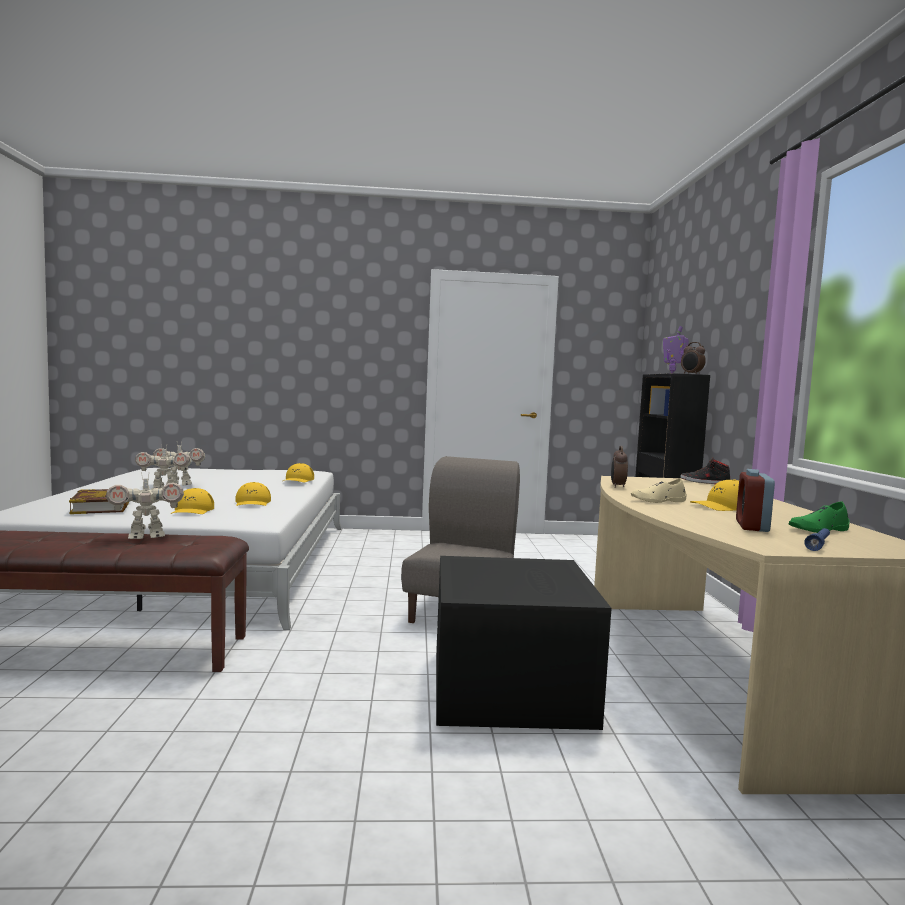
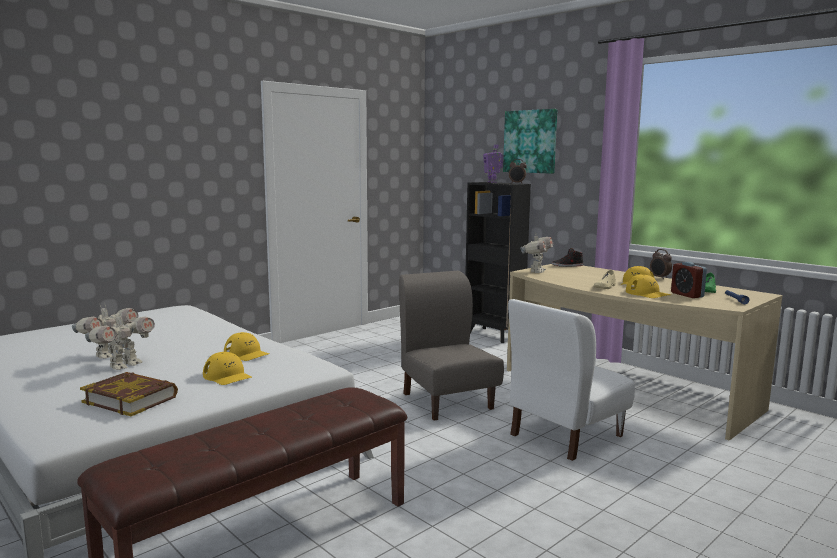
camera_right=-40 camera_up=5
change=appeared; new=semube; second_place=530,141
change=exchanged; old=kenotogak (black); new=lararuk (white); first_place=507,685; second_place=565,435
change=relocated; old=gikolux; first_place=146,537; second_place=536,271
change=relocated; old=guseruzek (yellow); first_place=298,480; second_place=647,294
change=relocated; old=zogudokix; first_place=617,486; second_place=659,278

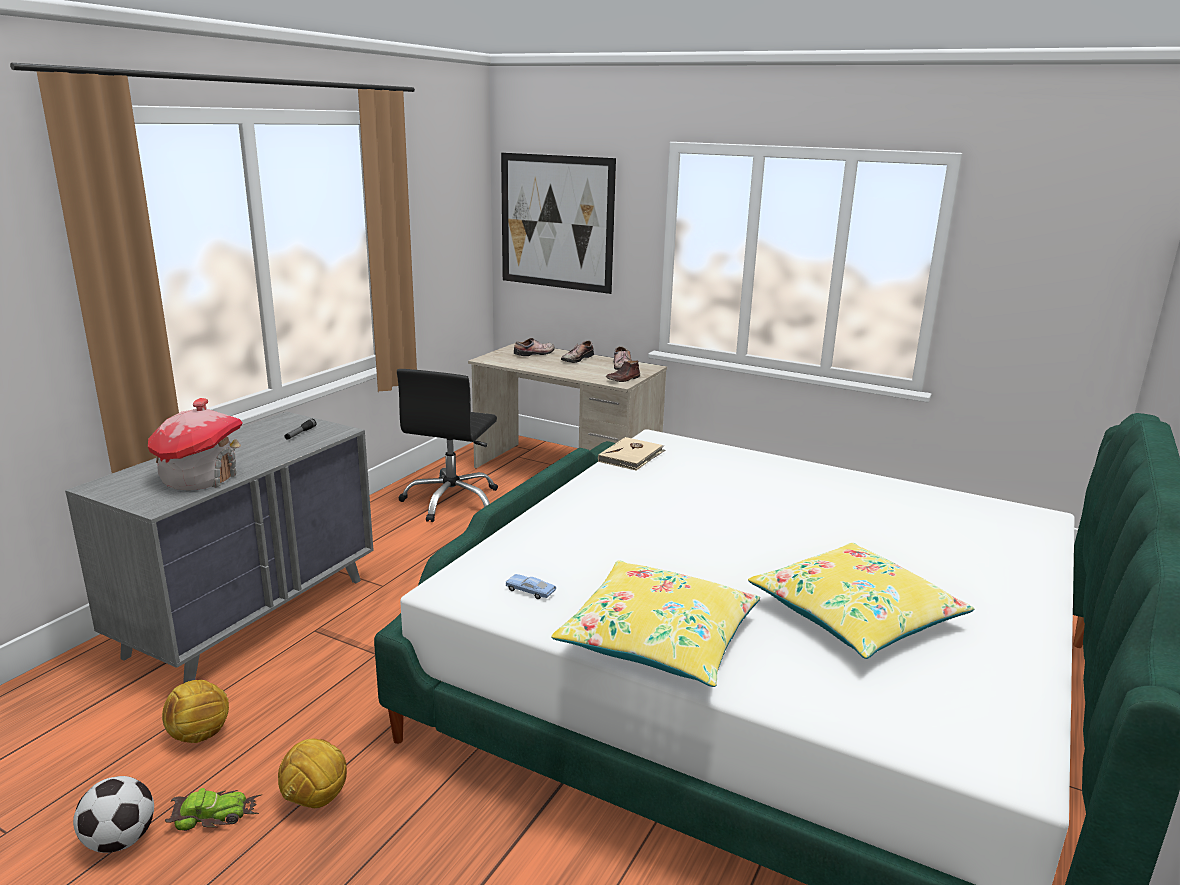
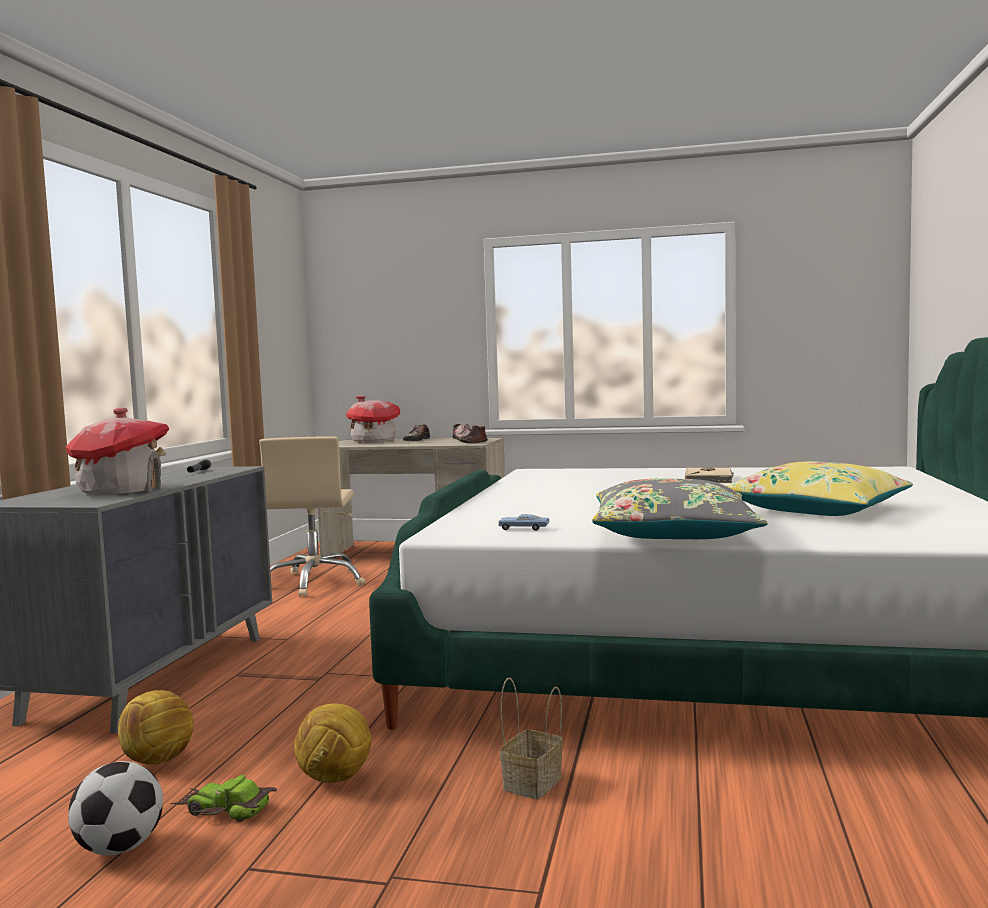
camera_right=-15 camera_up=-15
change=spun; old=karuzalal; first_place=215,814; second_place=224,809; degrees=-135
change=colour; old=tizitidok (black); new=tizitidok (beige); first_place=452,501; second_place=315,583
change=exchanged; old=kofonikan; new=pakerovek; first_place=535,354; second_place=373,441
change=appeared; new=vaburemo; second_place=532,784
change=colour; old=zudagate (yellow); new=zudagate (grey); first_place=659,639; second_place=673,532
change=relocated; old=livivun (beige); first_place=632,456; second_place=709,479
change=missing; old=semube; first_place=556,222

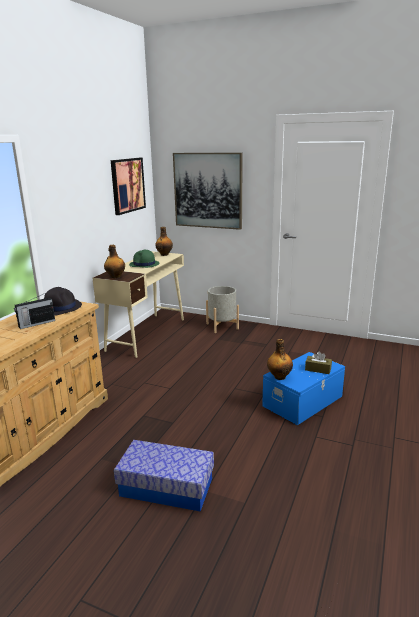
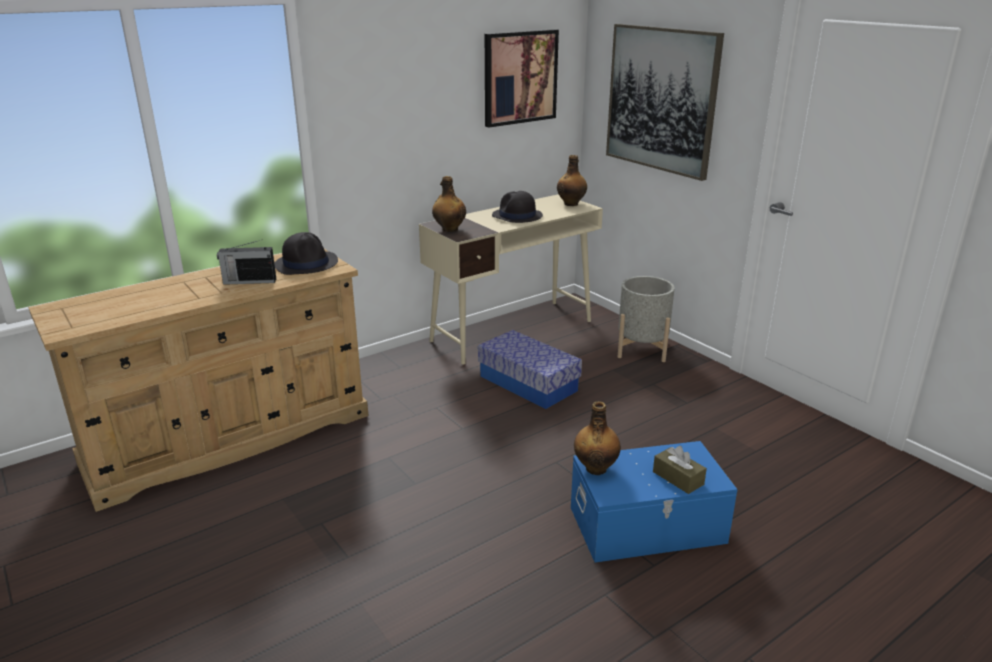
camera_right=30 camera_up=5
change=relocated; old=kenotogak; first_place=166,487; second_place=528,383
change=colour; old=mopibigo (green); new=mopibigo (black); first_place=144,264; second_place=517,216

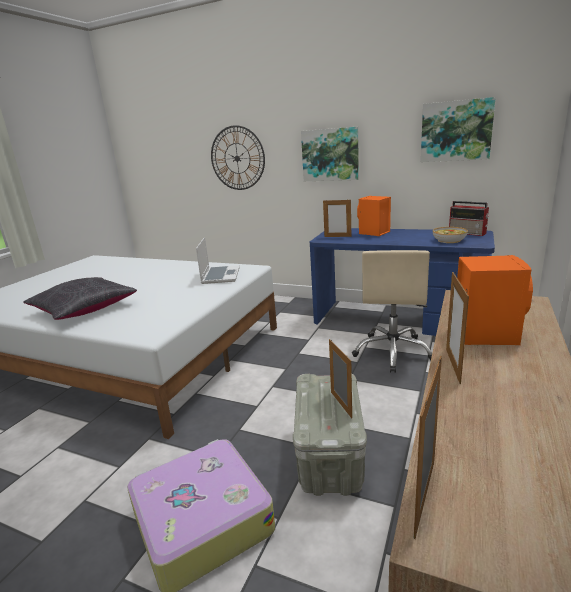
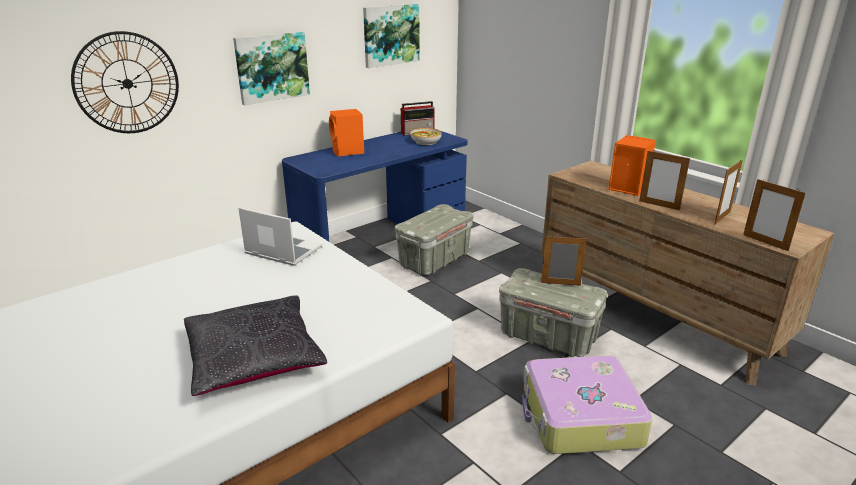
camera_right=-65 camera_up=5
change=exchanged; old=tizitidok (beige); new=kenotogak (grey); first_place=393,352; second_place=434,260
change=relocated; old=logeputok; first_place=337,236; second_place=722,218

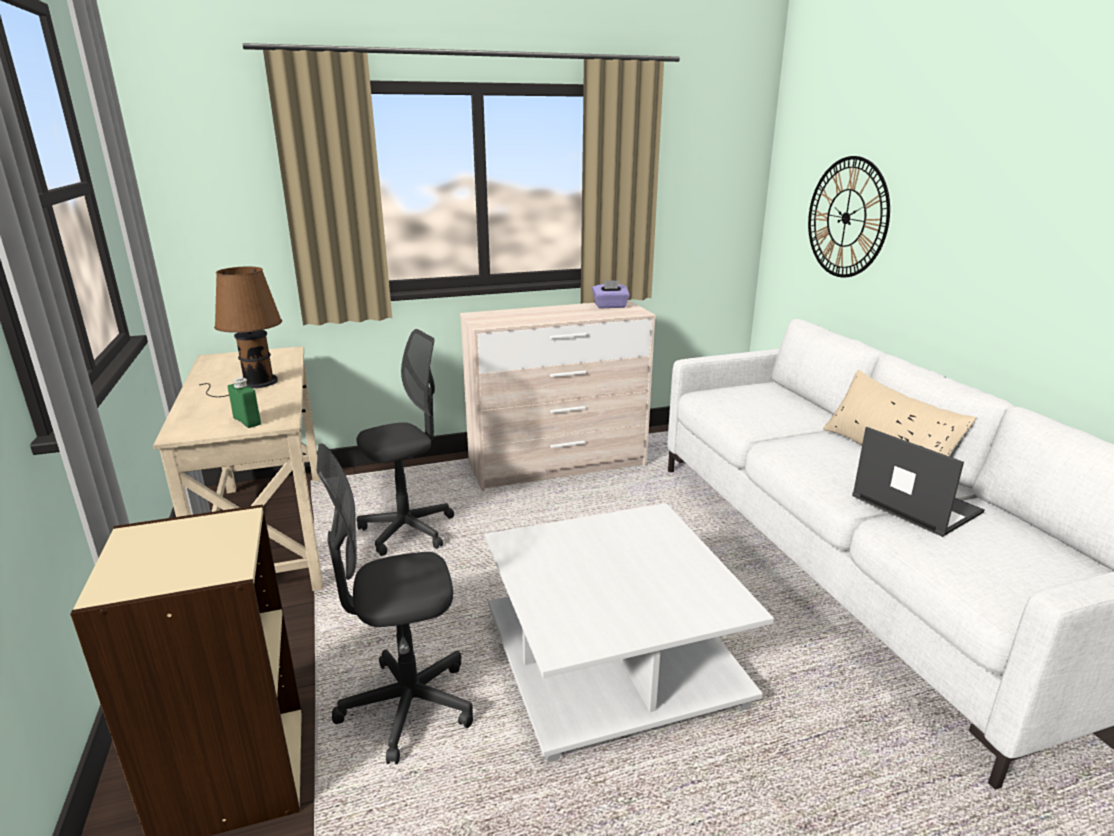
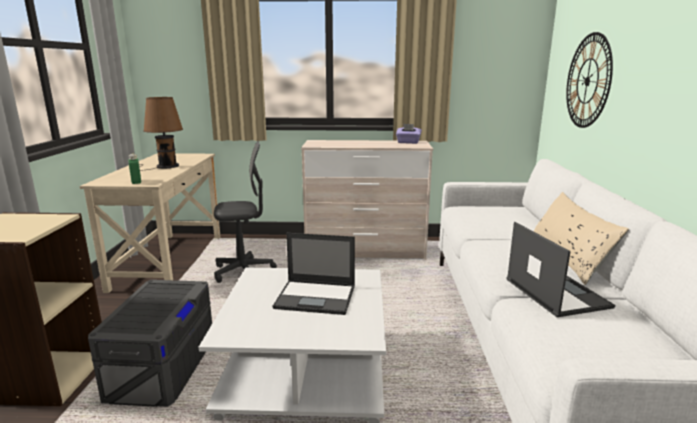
camera_right=20 camera_up=-5
change=exchanged; old=tizitidok (grey); new=kenotogak (grey); first_place=407,707; second_place=163,366
change=appeared; new=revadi; second_place=316,297

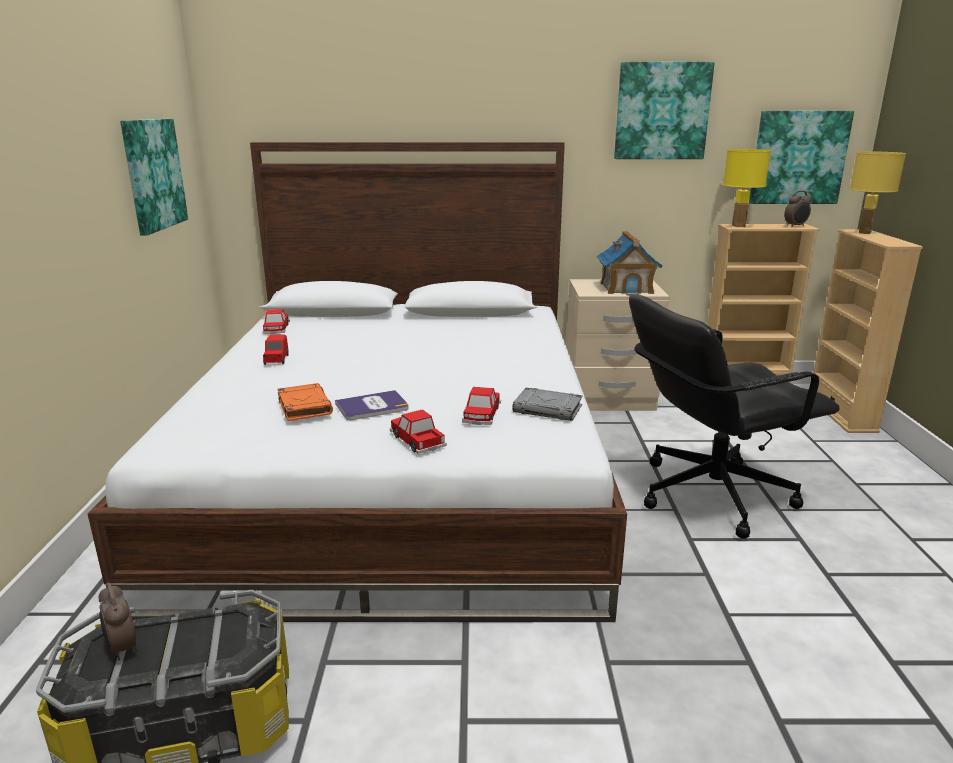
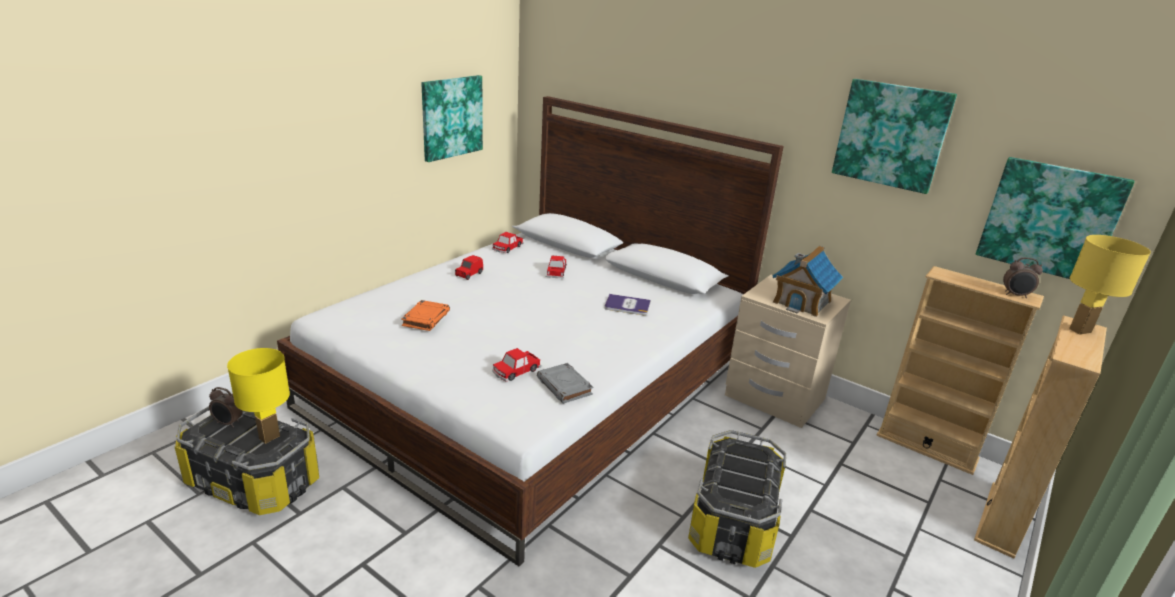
camera_right=35 camera_up=5
change=spun; old=zogudokix; first_place=122,648; second_place=228,423; degrees=-75
change=relocated; old=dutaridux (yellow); first_place=739,226; second_place=269,437
change=relocated; old=karuzalal; first_place=417,440; second_place=556,272
change=relocated; old=livivun; first_place=372,406; second_place=627,305
change=exchanged; old=tizitidok (black); new=kenotogak; first_place=710,494; second_place=732,521

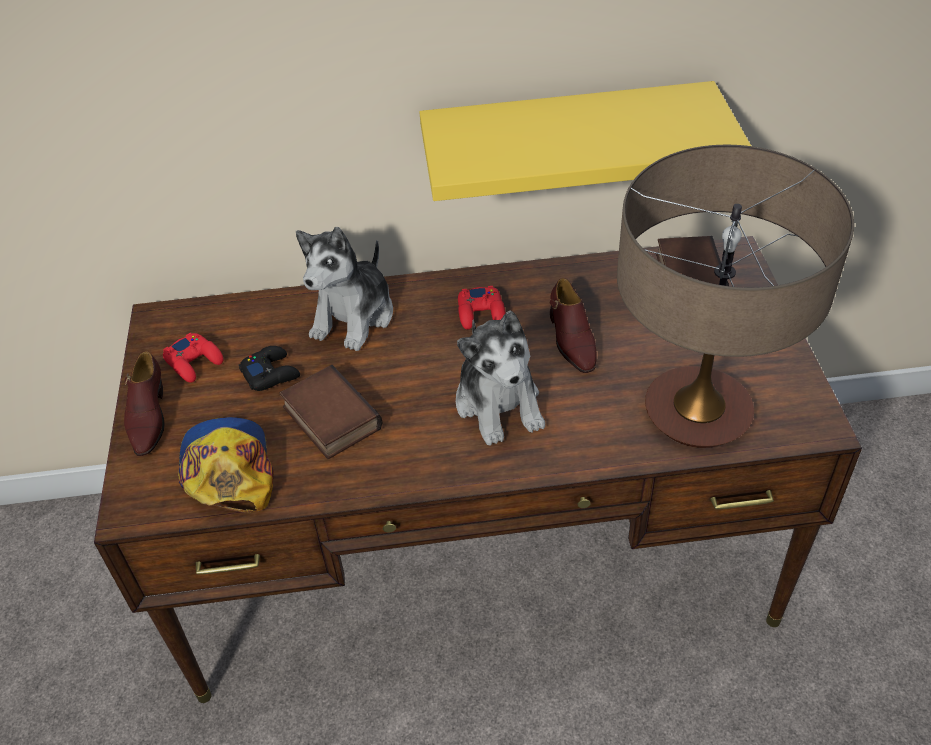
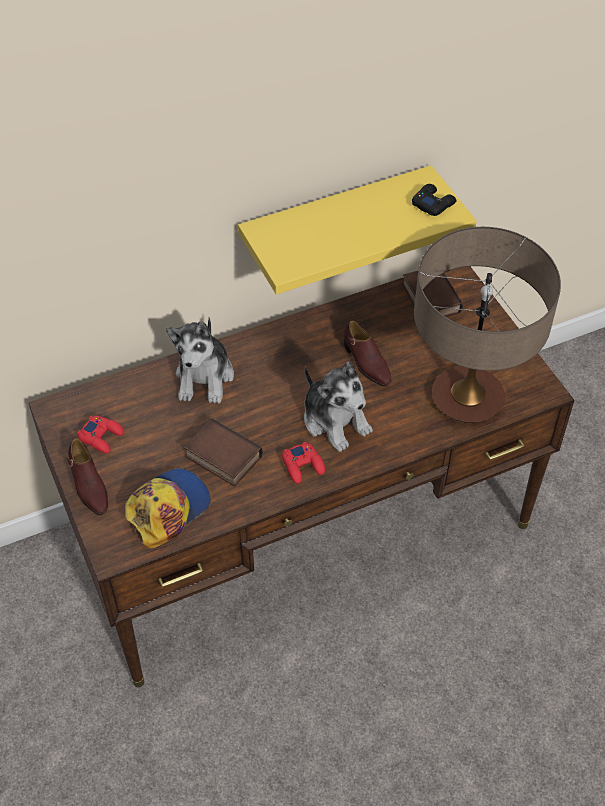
camera_right=-20 camera_up=5
change=spun; old=guseruzek; first_place=228,469; second_place=167,509; degrees=75
change=relocated; old=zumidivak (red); first_place=481,313; second_place=303,466
change=relocated; old=zumidivak (black); first_place=271,373; second_place=433,204

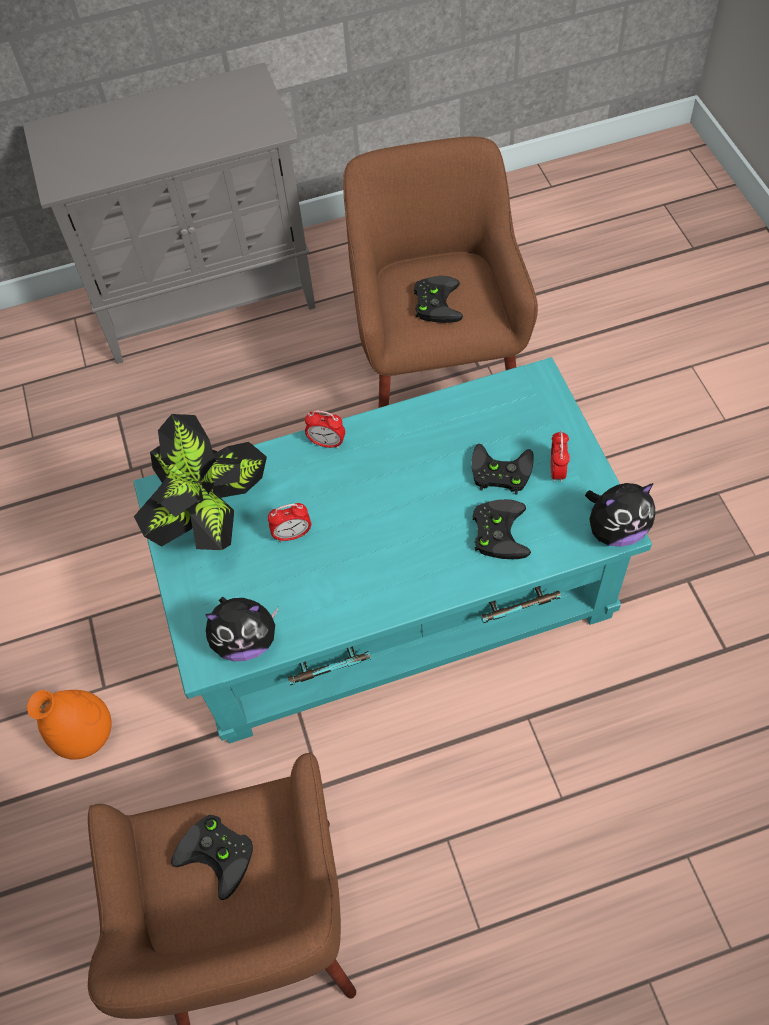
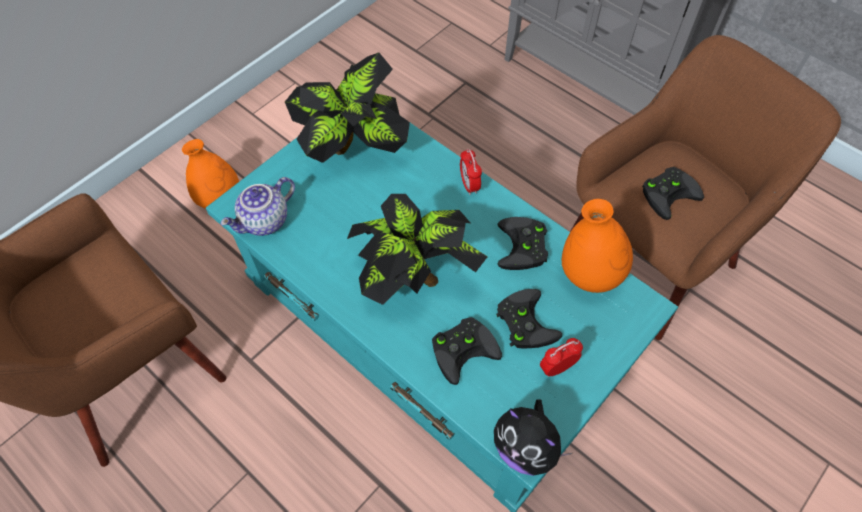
camera_right=55 camera_up=0
change=exchanged; old=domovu; new=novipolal; first_place=246,641; second_place=265,222
change=appeared; new=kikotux; second_place=414,279
change=relocated; old=zumidivak (black); first_place=220,854; second_place=524,248
change=appeared; new=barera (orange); second_place=589,275
change=missing; old=zogudokix; first_place=292,535

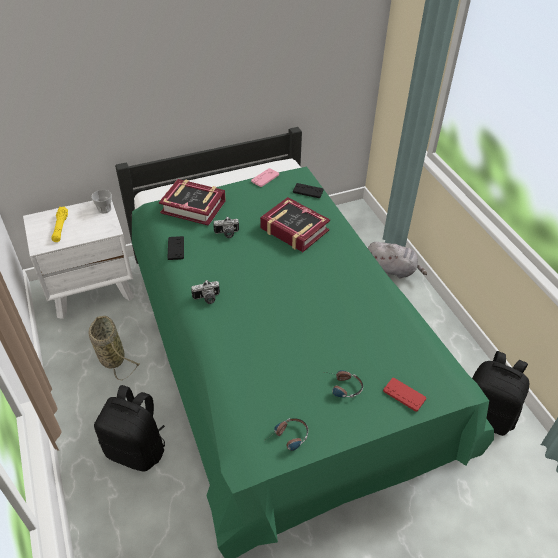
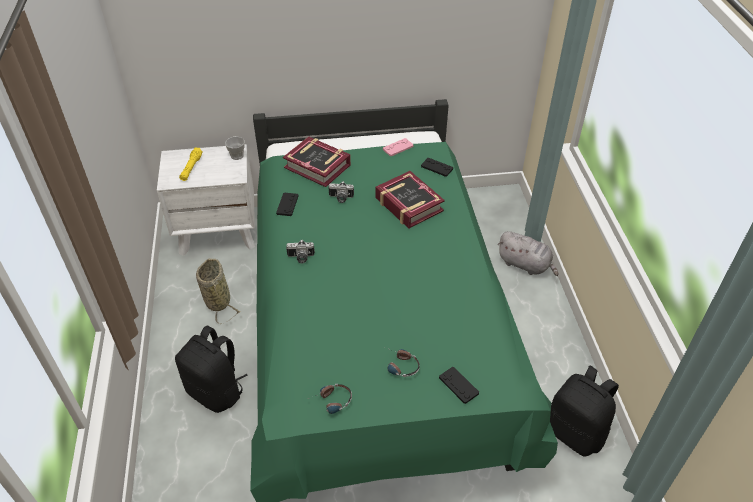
camera_right=15 camera_up=0
change=colour; old=zumidivak (red); new=zumidivak (black); first_place=404,395; second_place=458,385

